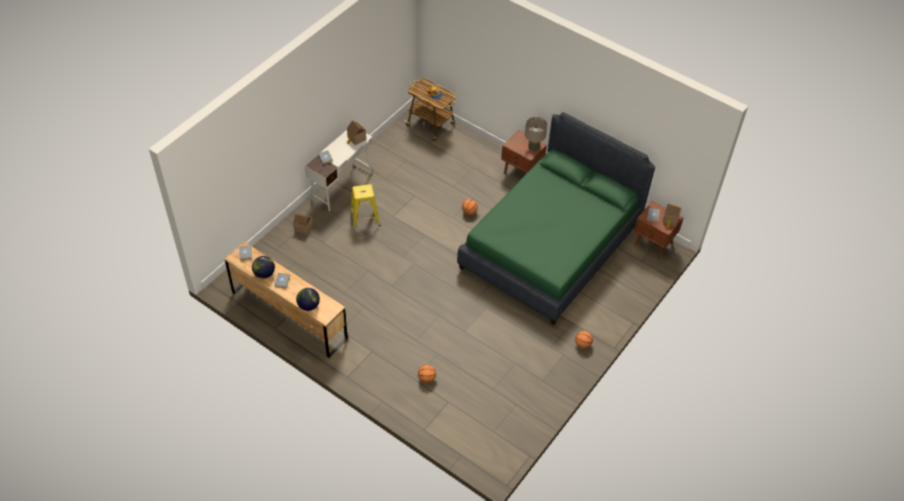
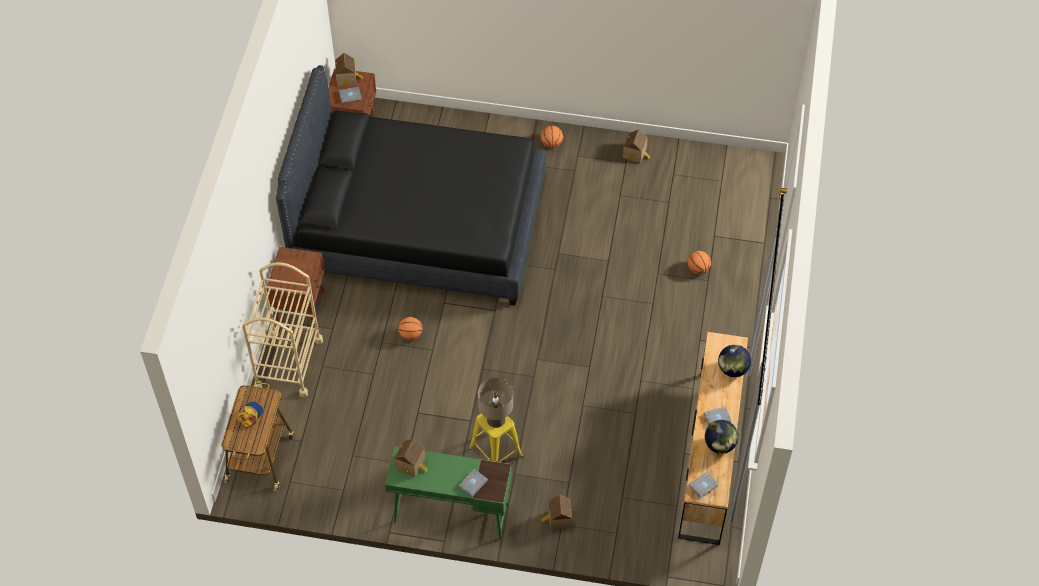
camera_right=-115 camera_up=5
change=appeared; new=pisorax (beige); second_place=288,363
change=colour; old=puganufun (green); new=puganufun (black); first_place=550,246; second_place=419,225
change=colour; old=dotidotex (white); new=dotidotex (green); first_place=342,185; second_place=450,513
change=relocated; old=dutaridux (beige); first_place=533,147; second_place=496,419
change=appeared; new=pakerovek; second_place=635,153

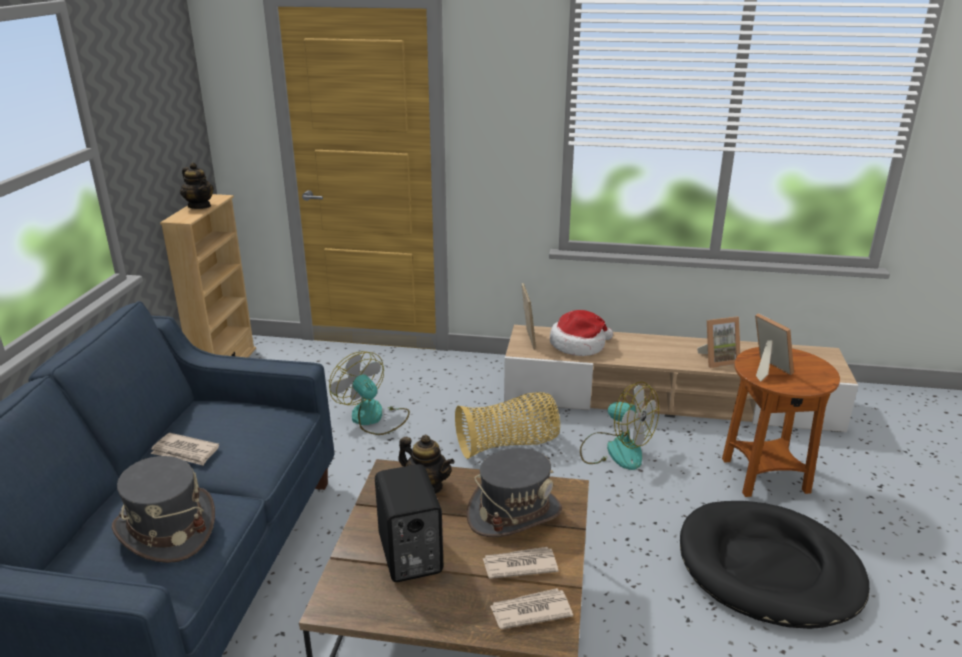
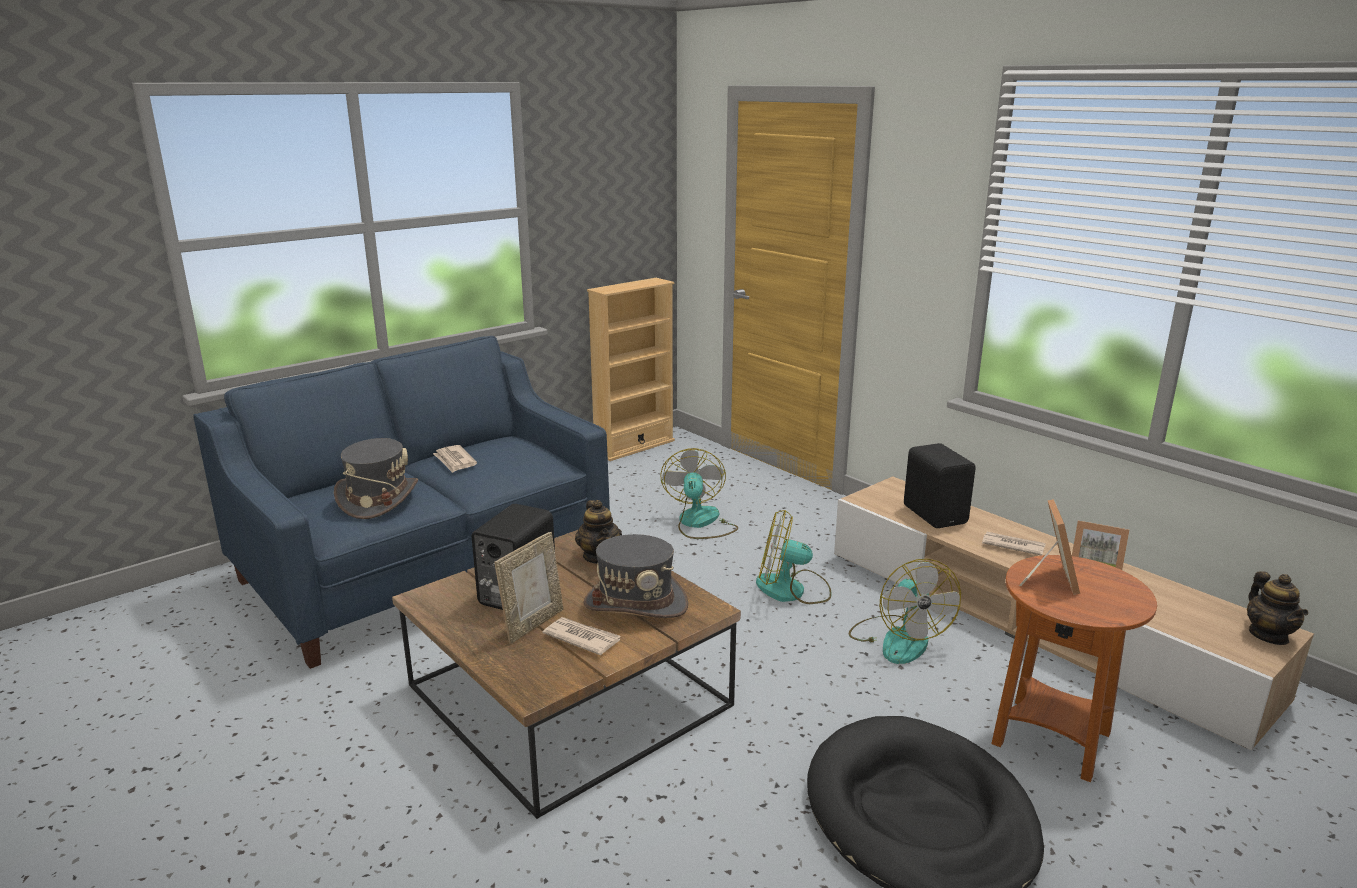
camera_right=40 camera_up=-5
change=relocated; old=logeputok; first_place=527,339; second_place=533,624
change=exchanged; old=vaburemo; new=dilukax; first_place=508,445; second_place=792,590
change=exchanged; old=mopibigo; new=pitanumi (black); first_place=579,345; second_place=935,514
change=relocated; old=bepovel; first_place=530,611; second_place=1012,545
change=relocated; old=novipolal; first_place=199,206; second_place=1268,635

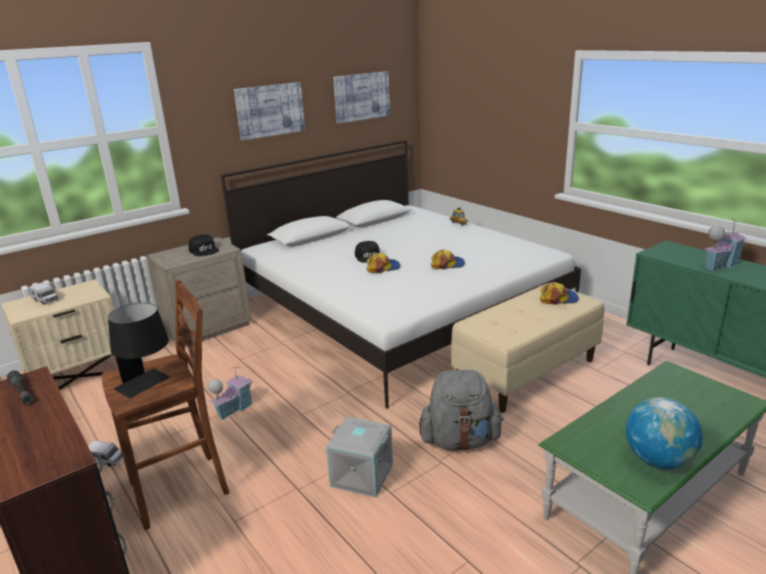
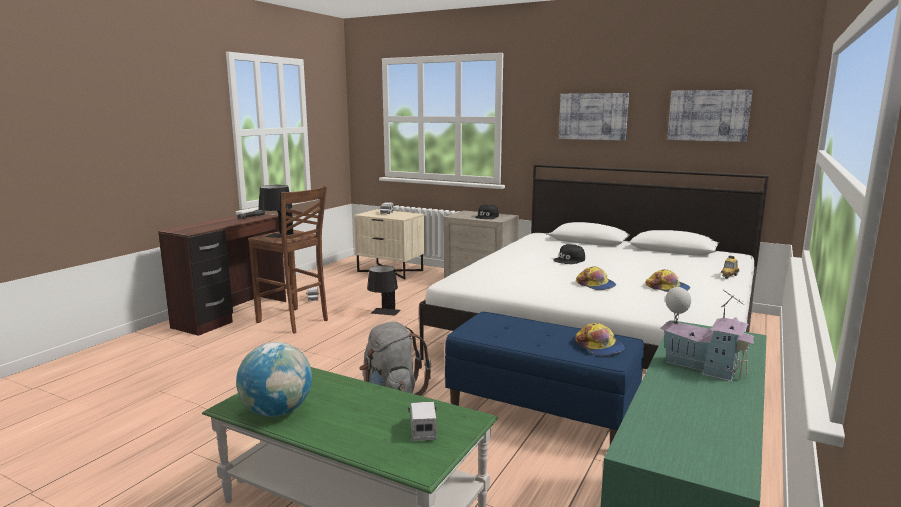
camera_right=65 camera_up=-10
change=exchanged; old=pakerovek; new=dutaridux (black); first_place=234,408; second_place=384,313
change=appeared; new=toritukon; second_place=423,429
change=colour; old=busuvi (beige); new=busuvi (blue); first_place=526,372; second_place=542,413
change=relocated; old=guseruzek; first_place=383,267; second_place=668,288
change=missing; old=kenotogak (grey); first_place=361,475

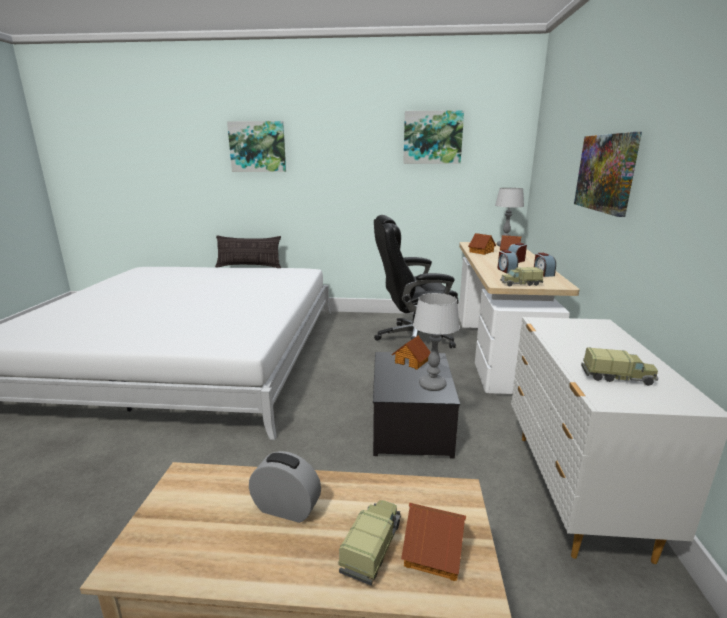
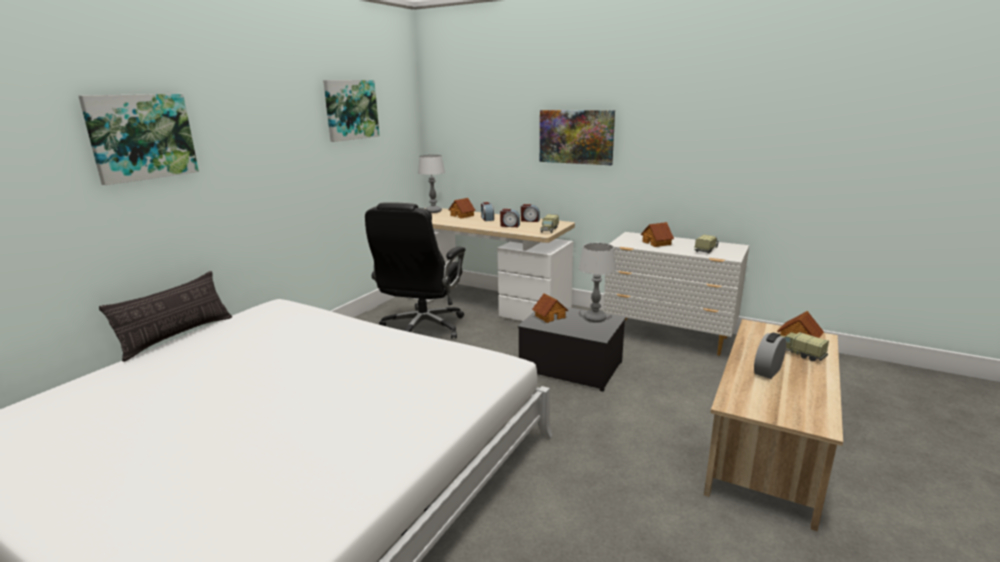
camera_right=-65 camera_up=0
change=relocated; old=pakerovek; first_place=481,252; second_place=657,243

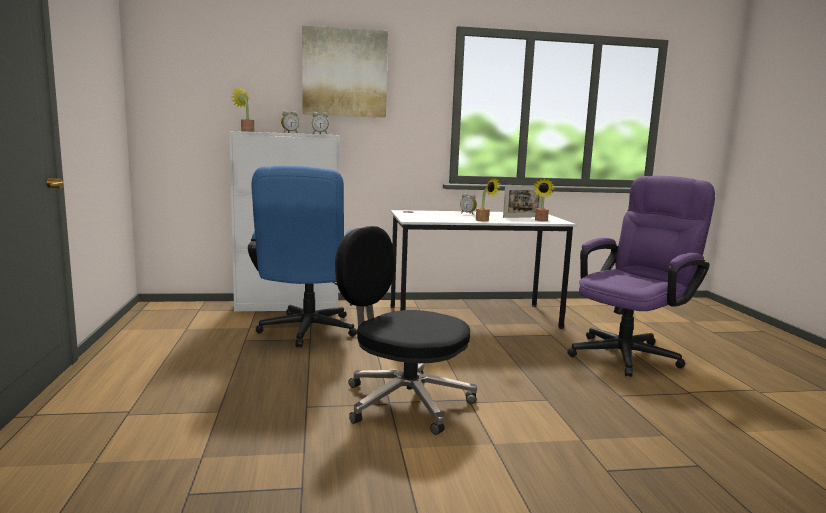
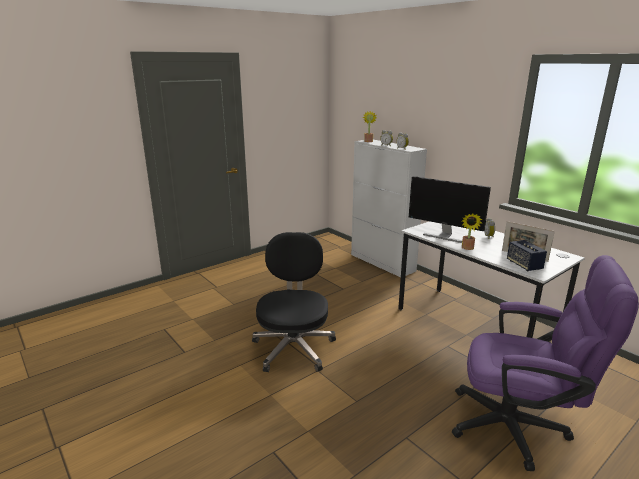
camera_right=60 camera_up=10
change=appeared; new=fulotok; second_place=444,236
change=exchanged; old=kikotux; new=pitanumi; first_place=541,220; second_place=524,265
change=missing; old=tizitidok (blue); first_place=306,333
change=missing; old=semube; first_place=344,73

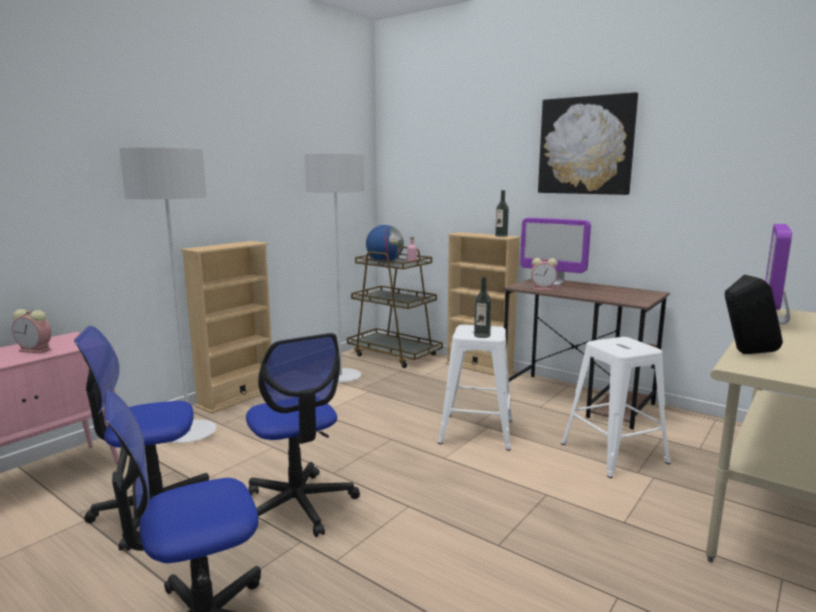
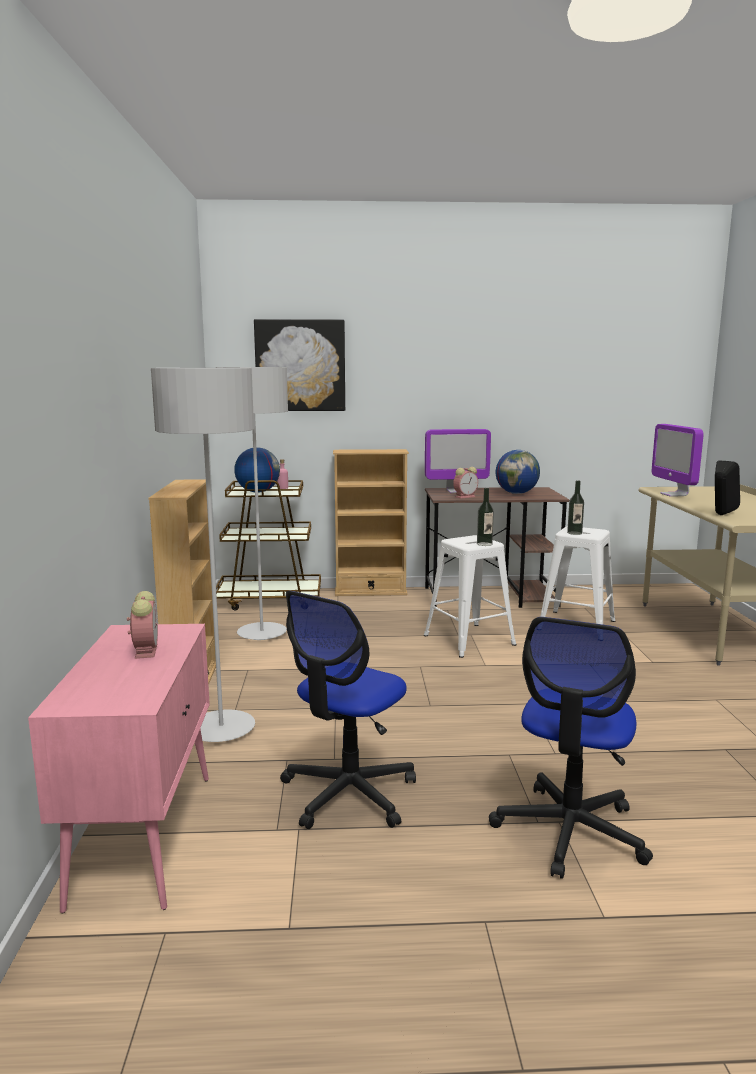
camera_right=-40 camera_up=0
change=spun; old=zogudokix; first_place=36,350; second_place=145,650; degrees=-75
change=relocated; old=semube; first_place=586,146; second_place=300,365
change=appeared; new=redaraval; second_place=516,493
change=relocated; old=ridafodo; first_place=501,236; second_place=574,533
change=missing; old=tizitidok; first_place=298,505

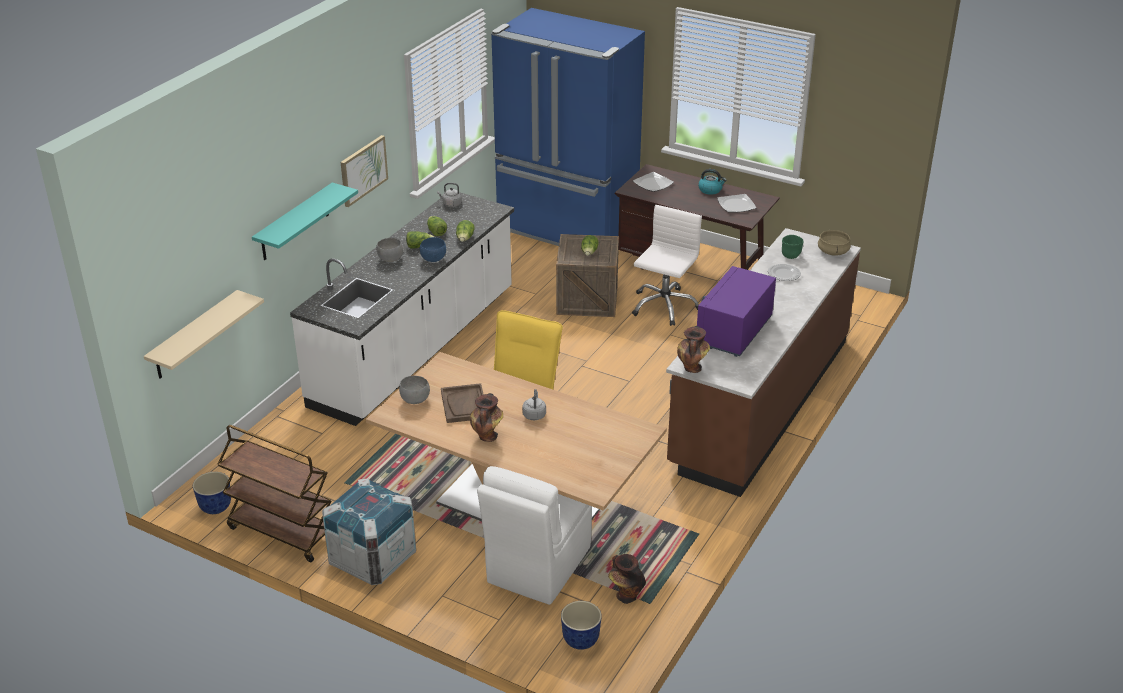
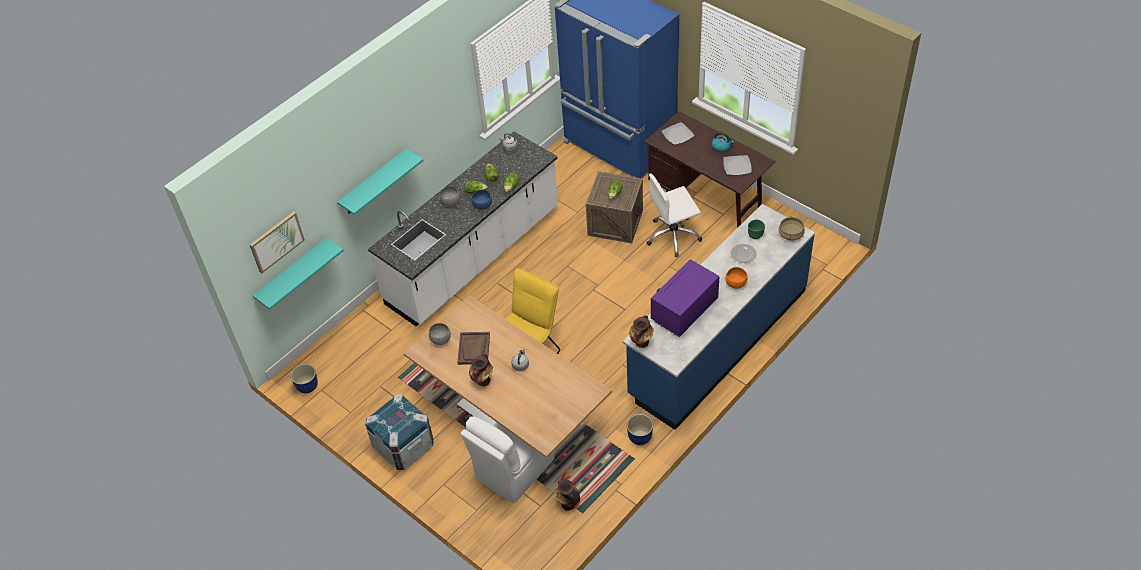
camera_right=15 camera_up=15
change=relocated; old=semube; first_place=363,170; second_place=276,241
change=colour; old=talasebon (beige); new=talasebon (turquoise); first_place=194,336; second_place=292,274
change=colour; old=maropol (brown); new=maropol (blue); first_place=759,402; second_place=717,342
change=relocated; old=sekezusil; first_place=580,641; second_place=639,438
change=spun; old=tizitidok (white); first_place=664,306; second_place=673,236; degrees=-150
change=appeared; new=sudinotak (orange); second_place=736,284
change=missing; old=pisorax (brown); first_place=281,532

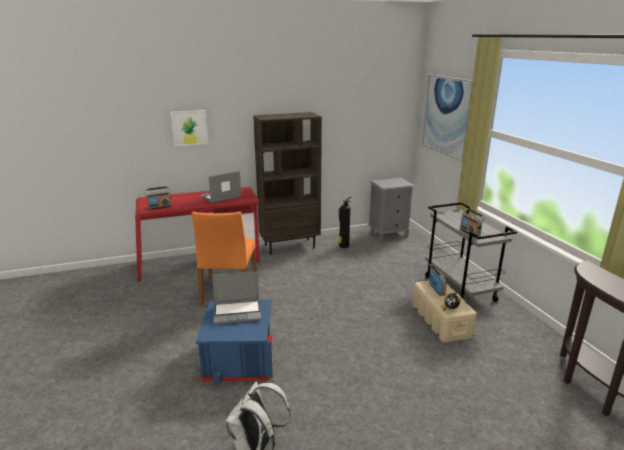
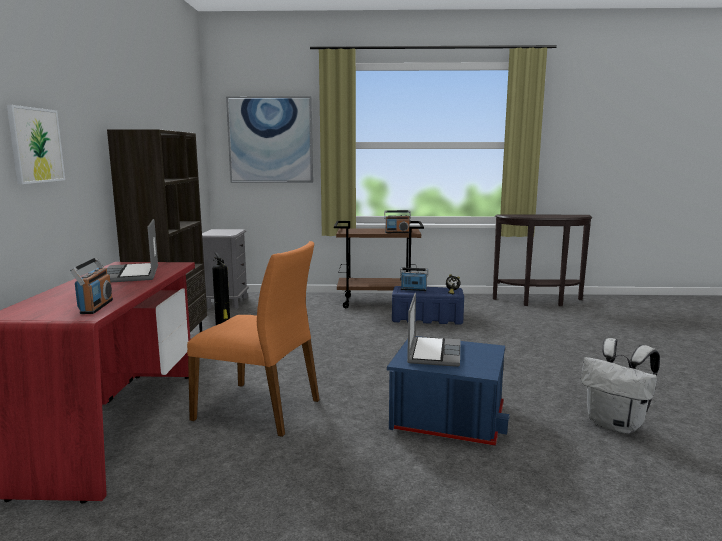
camera_right=-70 camera_up=-10
change=colour; old=pisorax (grey); new=pisorax (brown); first_place=460,289; second_place=378,302
change=colour; old=kenotogak (beige); new=kenotogak (blue); first_place=440,320; second_place=426,318

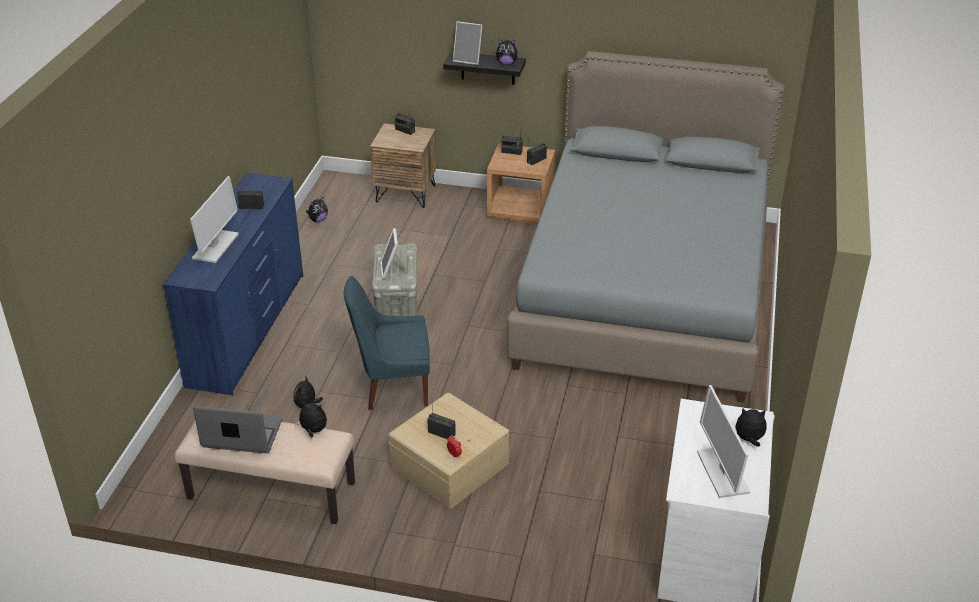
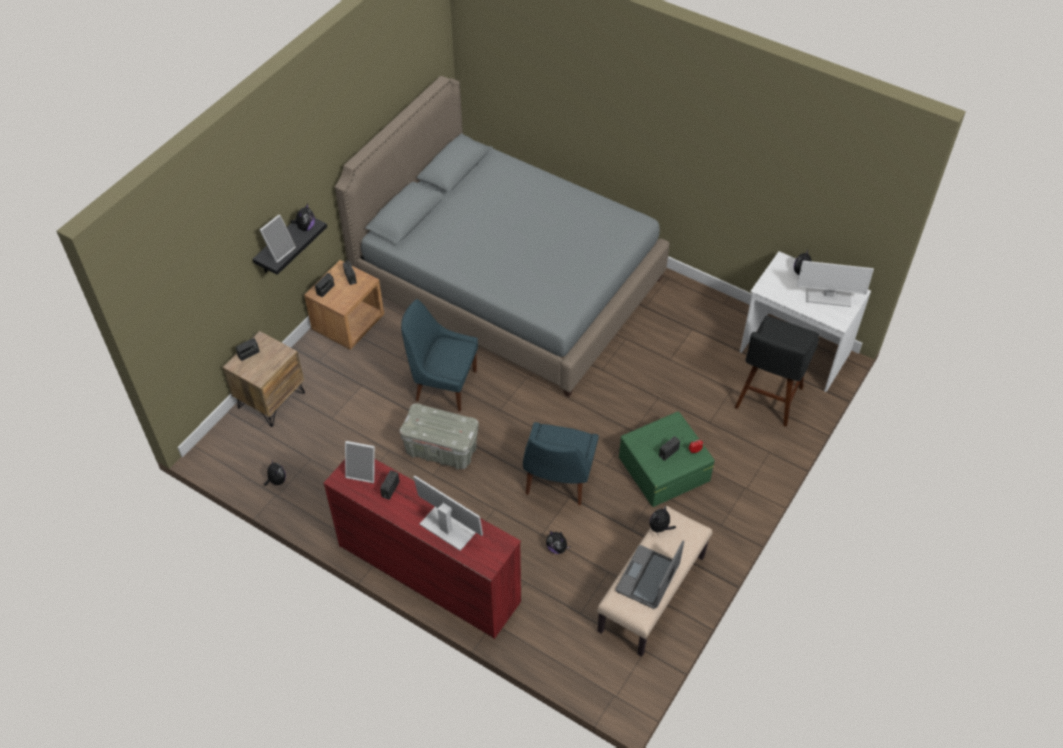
camera_right=-70 camera_up=15
change=colour; old=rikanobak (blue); new=rikanobak (red); first_place=248,329; second_place=428,572
change=relocated; old=logeputok; first_place=392,270; second_place=363,472
change=appeared; new=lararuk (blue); second_place=443,385
change=colour; old=kenotogak (beige); new=kenotogak (green); first_place=449,464; second_place=663,468
change=appeared; new=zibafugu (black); second_place=767,401

